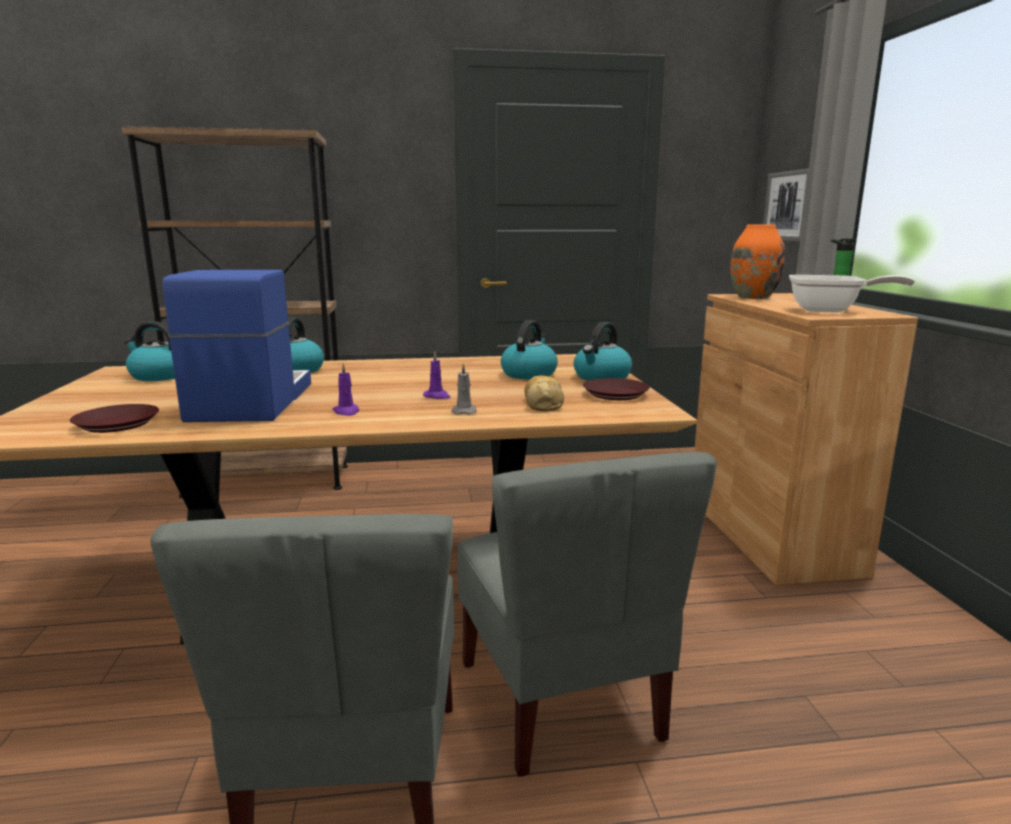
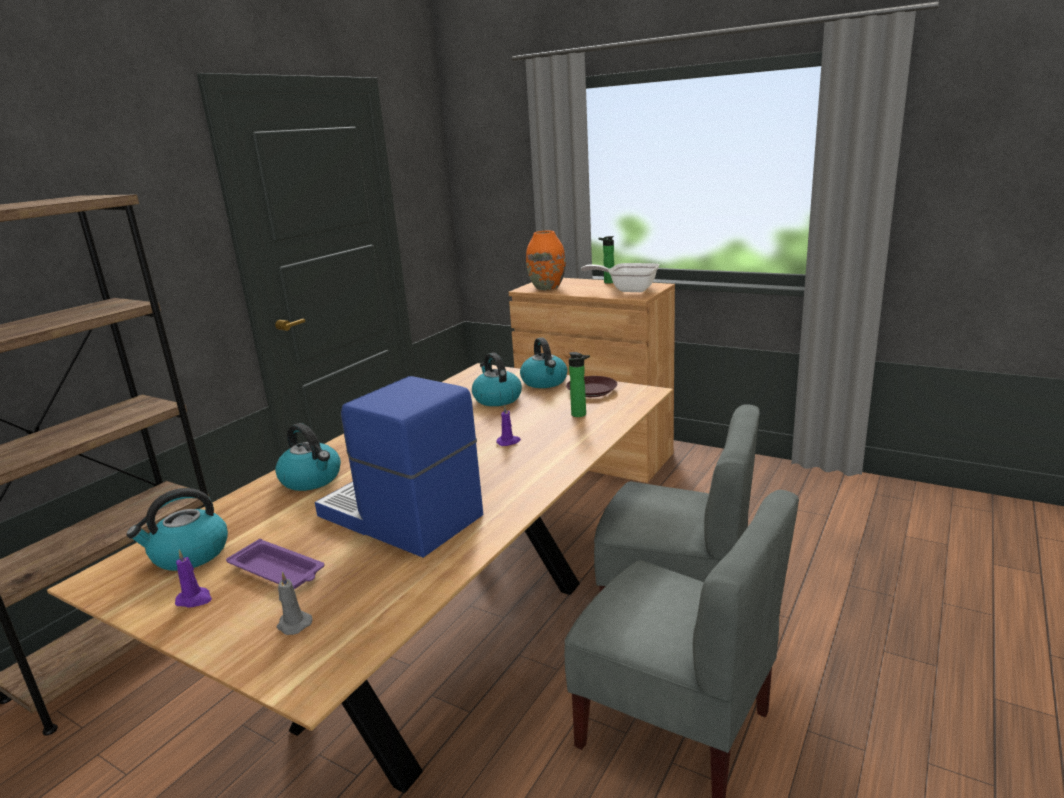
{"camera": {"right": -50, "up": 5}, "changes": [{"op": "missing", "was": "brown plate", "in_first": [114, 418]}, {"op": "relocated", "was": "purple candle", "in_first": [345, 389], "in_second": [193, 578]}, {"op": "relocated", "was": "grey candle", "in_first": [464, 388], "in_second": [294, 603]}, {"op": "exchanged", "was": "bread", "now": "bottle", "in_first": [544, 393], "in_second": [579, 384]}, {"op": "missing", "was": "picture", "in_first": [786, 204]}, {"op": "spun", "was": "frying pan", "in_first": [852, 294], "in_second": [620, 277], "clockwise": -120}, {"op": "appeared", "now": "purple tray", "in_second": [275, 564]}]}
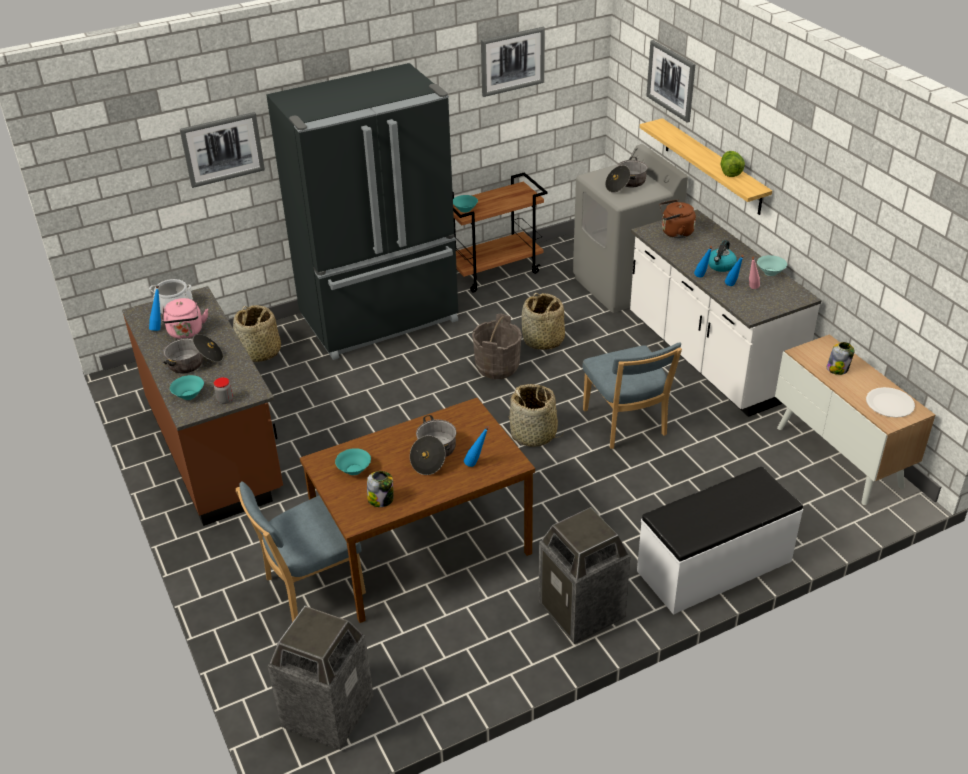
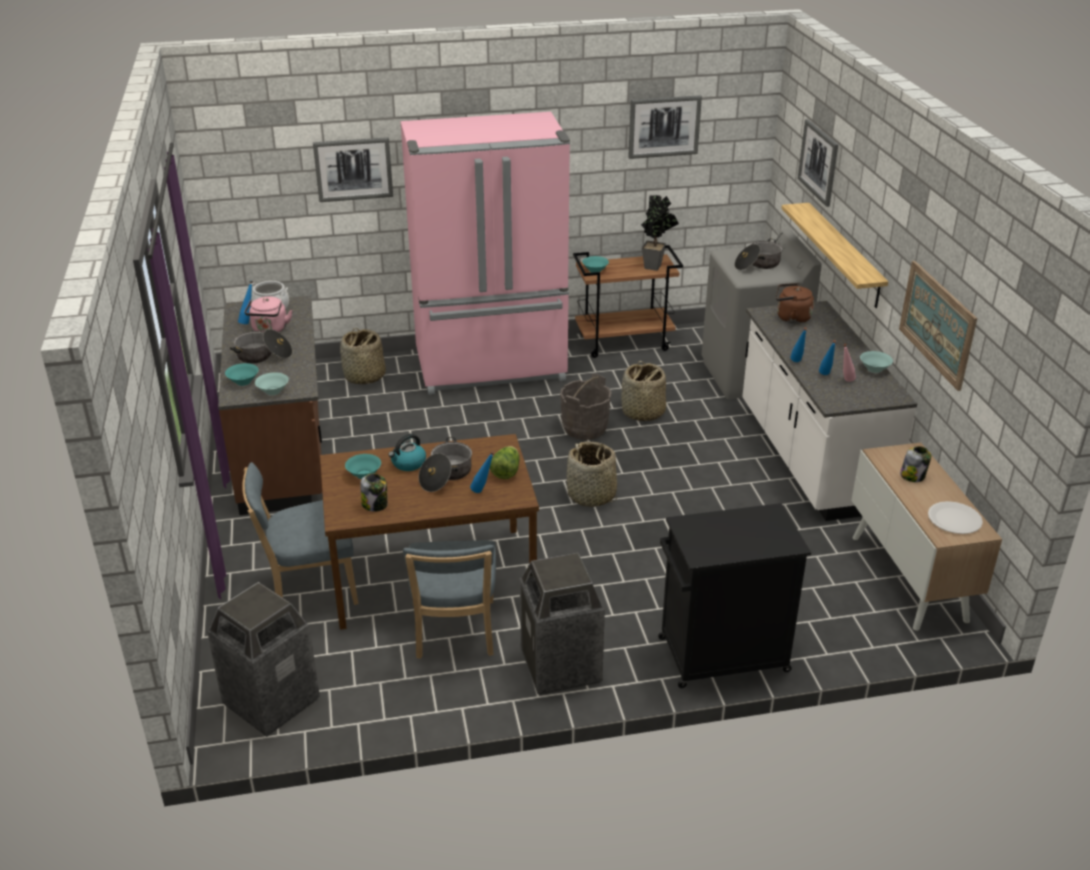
{"camera": {"right": 15, "up": -5}, "changes": [{"op": "exchanged", "was": "jar", "now": "turquoise bowl", "in_first": [223, 390], "in_second": [272, 383]}, {"op": "colour", "was": "black fridge", "now": "pink fridge", "in_first": [362, 211], "in_second": [485, 253]}, {"op": "relocated", "was": "blue chair", "in_first": [632, 395], "in_second": [449, 599]}, {"op": "exchanged", "was": "white bench", "now": "black cabinet", "in_first": [720, 541], "in_second": [734, 595]}, {"op": "relocated", "was": "kettle", "in_first": [722, 256], "in_second": [407, 452]}, {"op": "relocated", "was": "lettuce", "in_first": [733, 164], "in_second": [505, 462]}, {"op": "appeared", "now": "potted plant", "in_second": [660, 233]}, {"op": "appeared", "now": "picture", "in_second": [938, 326]}]}
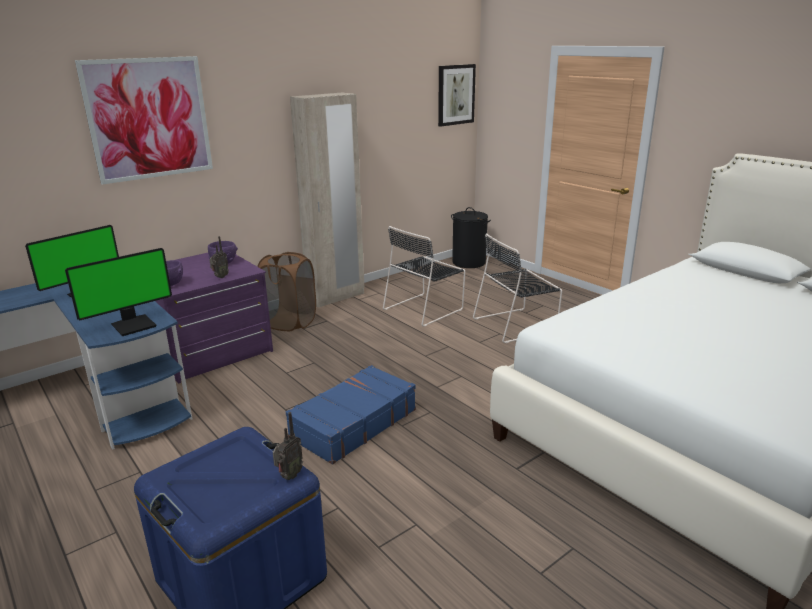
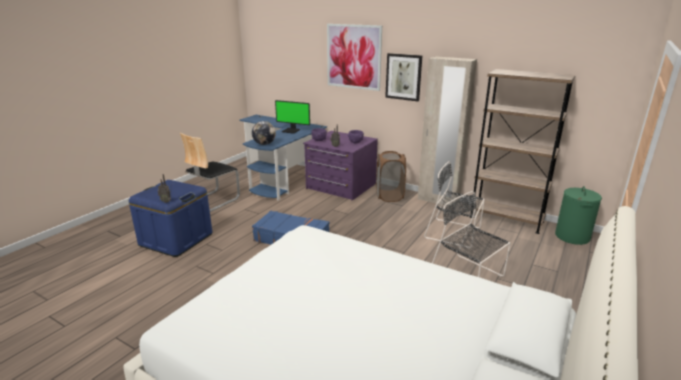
{"camera": {"right": 70, "up": 0}, "changes": [{"op": "exchanged", "was": "monitor", "now": "globe", "in_first": [118, 292], "in_second": [264, 133]}, {"op": "relocated", "was": "picture", "in_first": [457, 95], "in_second": [403, 77]}, {"op": "colour", "was": "black laundry basket", "now": "green laundry basket", "in_first": [471, 237], "in_second": [578, 215]}, {"op": "appeared", "now": "chair", "in_second": [210, 172]}, {"op": "appeared", "now": "brown bookcase", "in_second": [523, 151]}]}
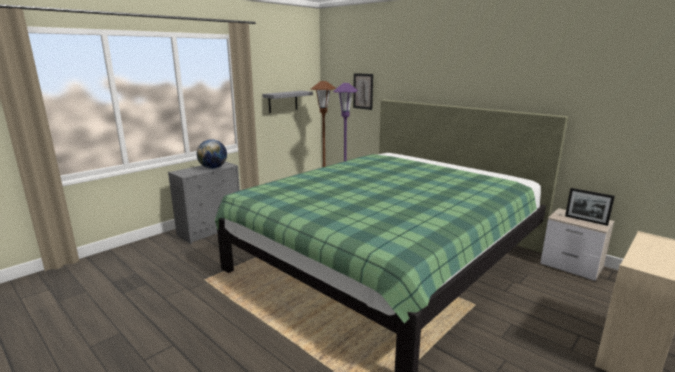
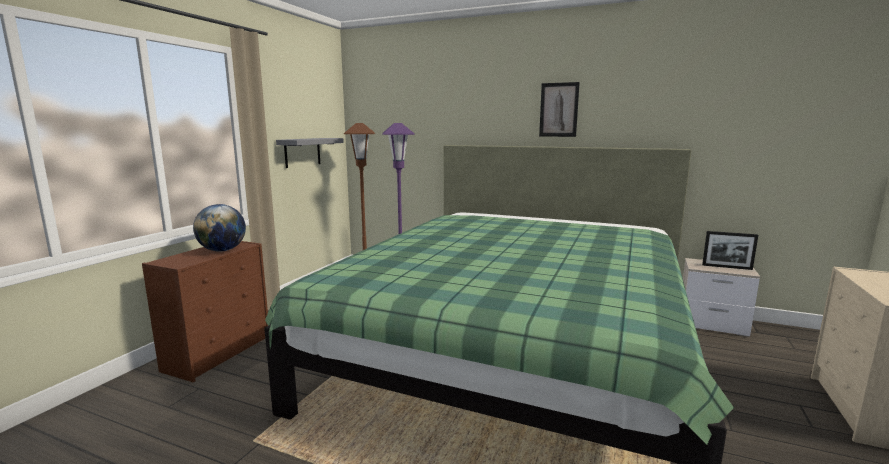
{"camera": {"right": -20, "up": -5}, "changes": [{"op": "colour", "was": "grey dresser", "now": "brown dresser", "in_first": [204, 202], "in_second": [205, 311]}, {"op": "relocated", "was": "picture", "in_first": [363, 91], "in_second": [559, 109]}]}
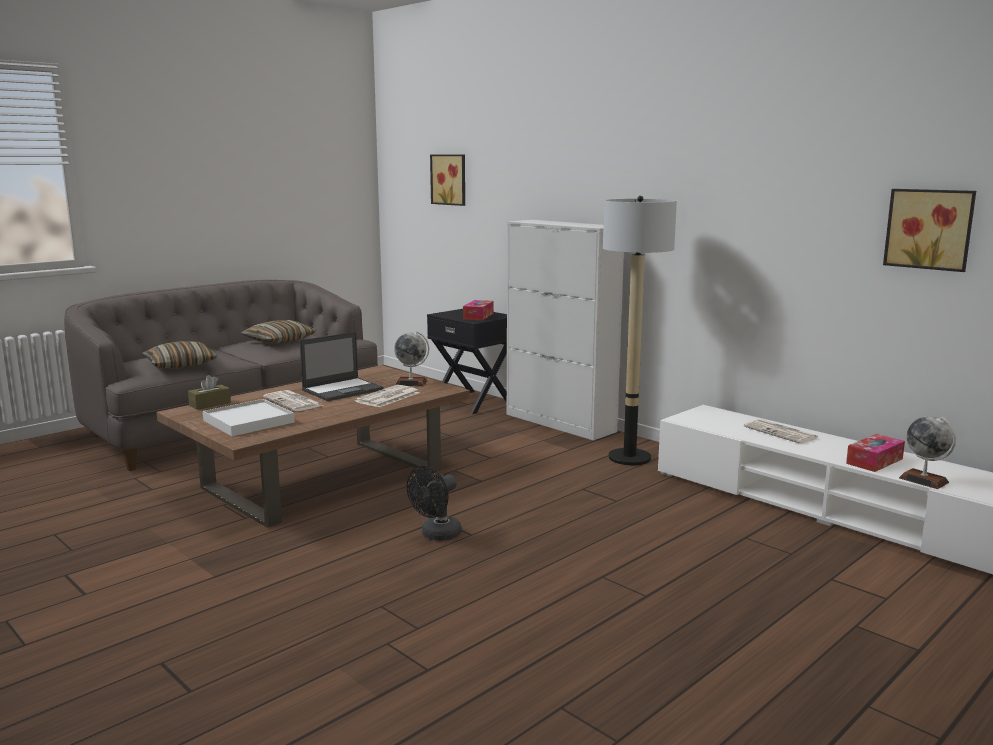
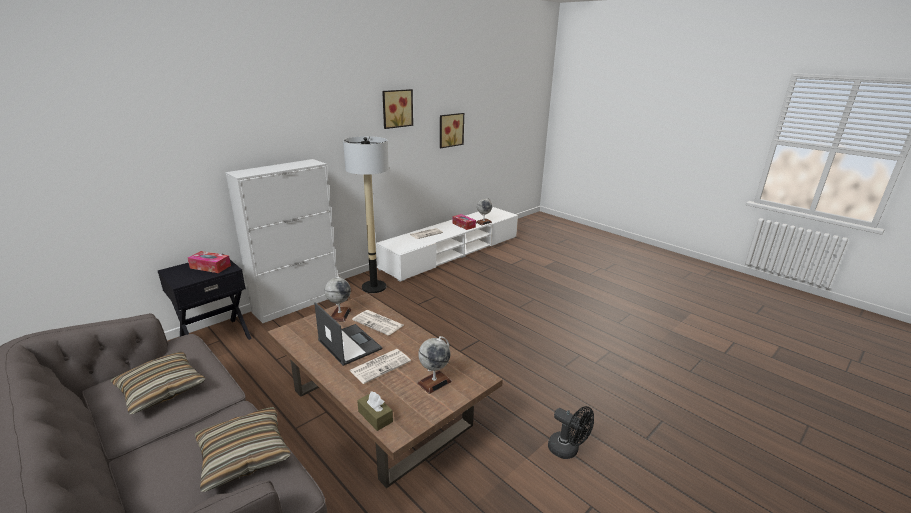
{"camera": {"right": -90, "up": 10}, "changes": [{"op": "exchanged", "was": "white tray", "now": "globe", "in_first": [249, 417], "in_second": [434, 365]}, {"op": "relocated", "was": "black fan", "in_first": [434, 503], "in_second": [571, 432]}, {"op": "relocated", "was": "picture", "in_first": [447, 180], "in_second": [397, 109]}]}
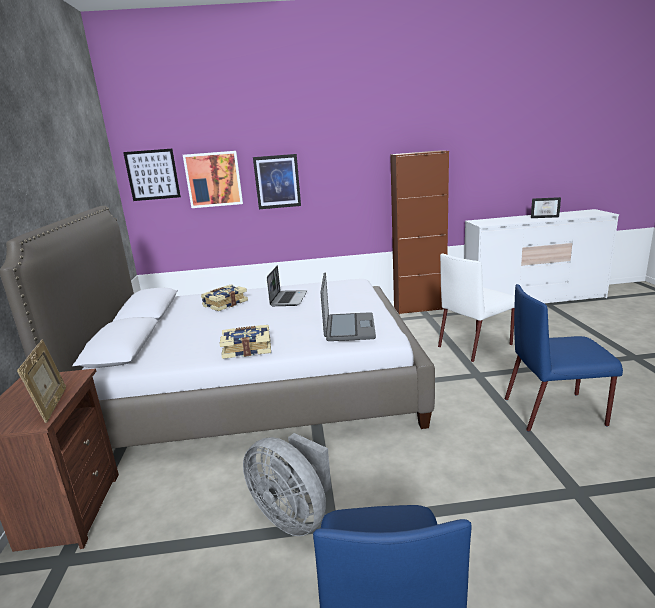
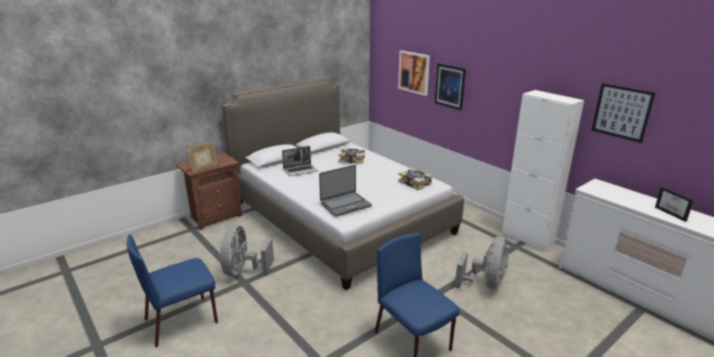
{"camera": {"right": 55, "up": 5}, "changes": [{"op": "relocated", "was": "picture", "in_first": [152, 175], "in_second": [623, 113]}, {"op": "relocated", "was": "book", "in_first": [245, 342], "in_second": [415, 179]}, {"op": "relocated", "was": "laptop", "in_first": [287, 285], "in_second": [300, 161]}, {"op": "colour", "was": "brown cabinet", "now": "white cabinet", "in_first": [419, 232], "in_second": [543, 171]}, {"op": "exchanged", "was": "white chair", "now": "grey fan", "in_first": [476, 307], "in_second": [481, 262]}]}
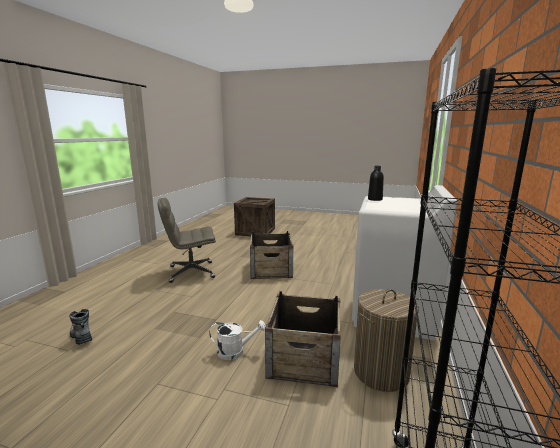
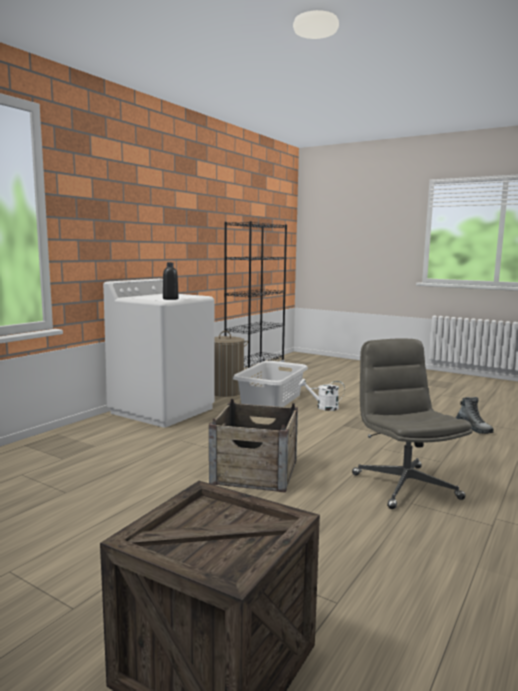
{"camera": {"right": -165, "up": -5}, "changes": [{"op": "spun", "was": "grey office chair", "in_first": [187, 240], "in_second": [412, 423], "clockwise": -105}, {"op": "exchanged", "was": "crate", "now": "grey laundry basket", "in_first": [303, 339], "in_second": [270, 384]}]}
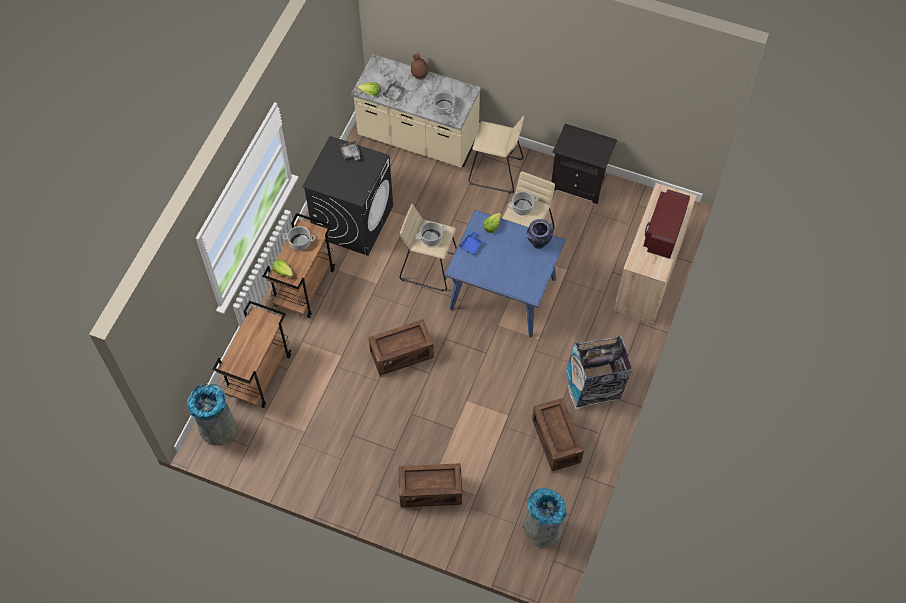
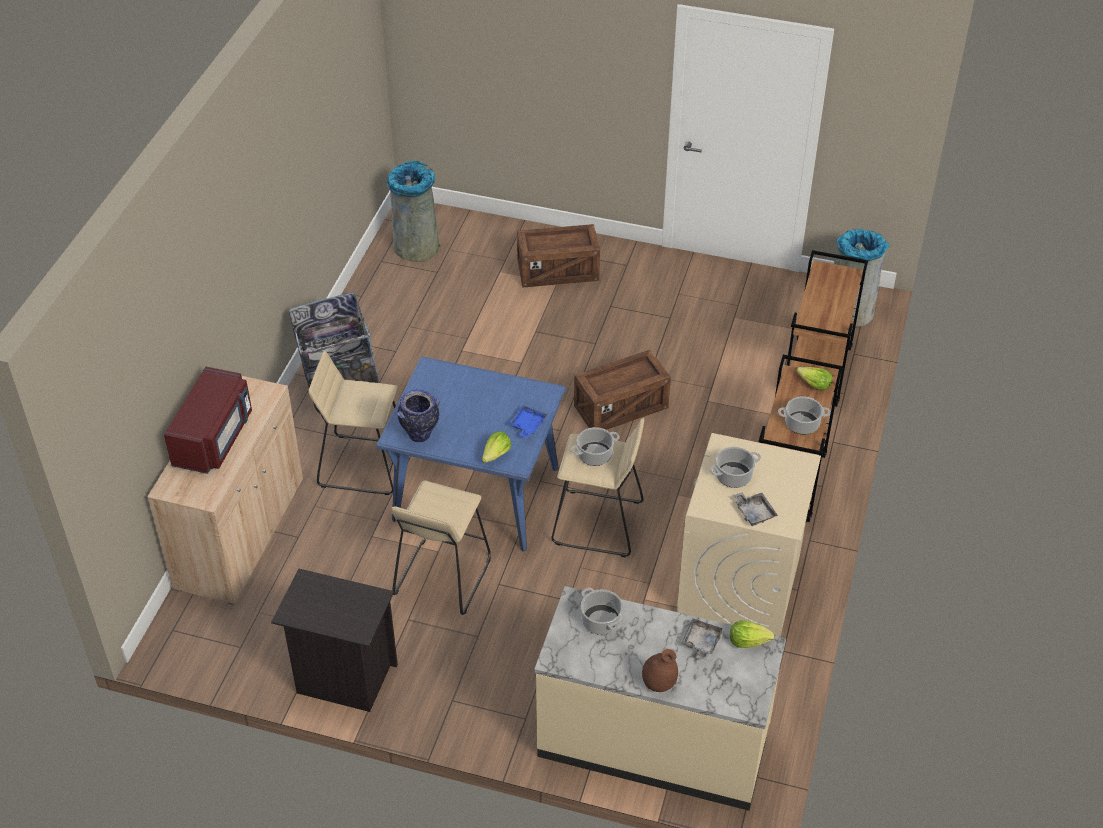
{"camera": {"right": 175, "up": -15}, "changes": [{"op": "colour", "was": "black washing machine", "now": "beige washing machine", "in_first": [347, 196], "in_second": [749, 534]}, {"op": "relocated", "was": "beige stool", "in_first": [496, 155], "in_second": [352, 423]}, {"op": "relocated", "was": "cooking pot", "in_first": [523, 203], "in_second": [735, 467]}, {"op": "missing", "was": "crate", "in_first": [558, 434]}]}
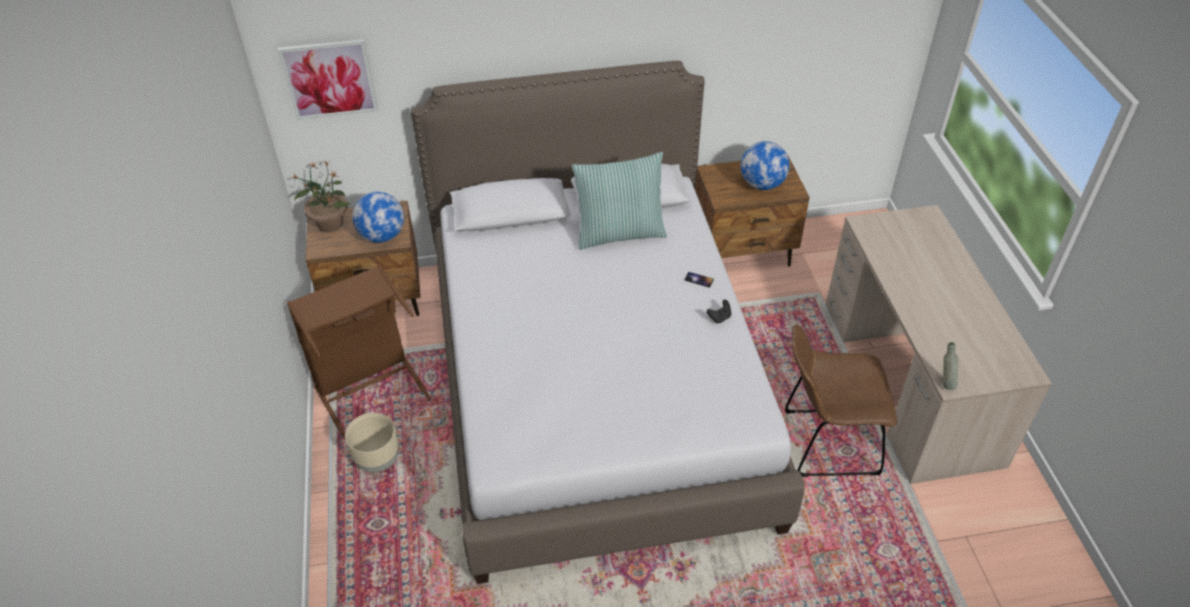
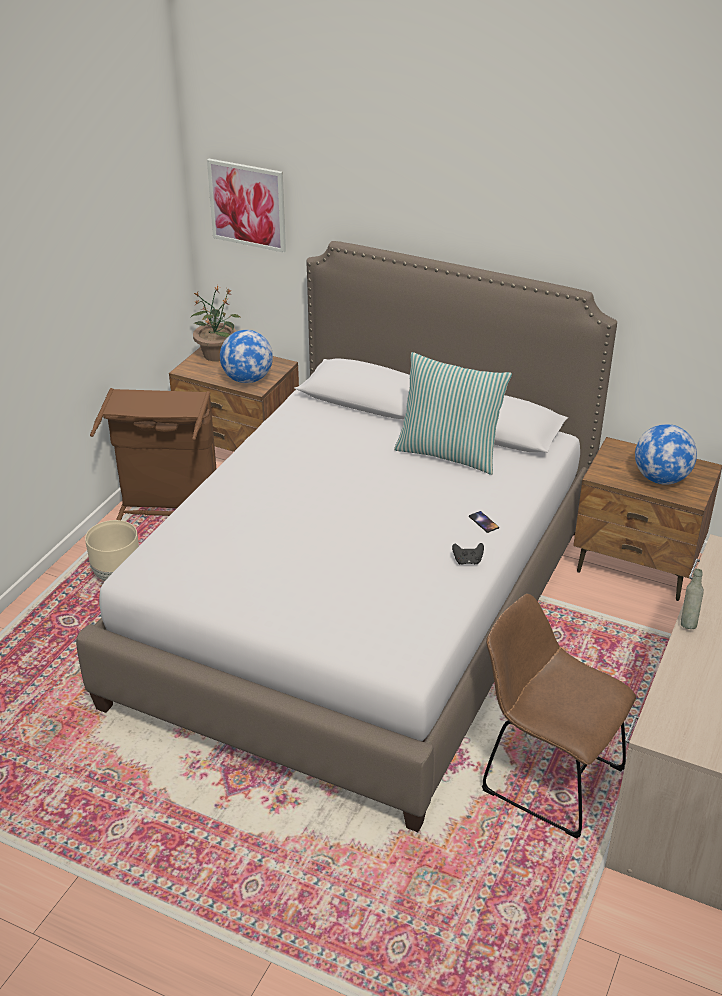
{"camera": {"right": 35, "up": -10}, "changes": [{"op": "relocated", "was": "grey bottle", "in_first": [951, 366], "in_second": [692, 599]}]}
